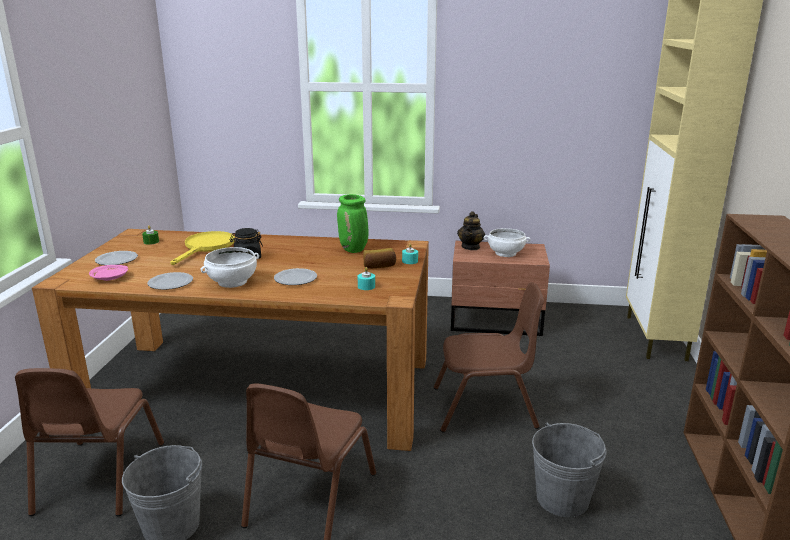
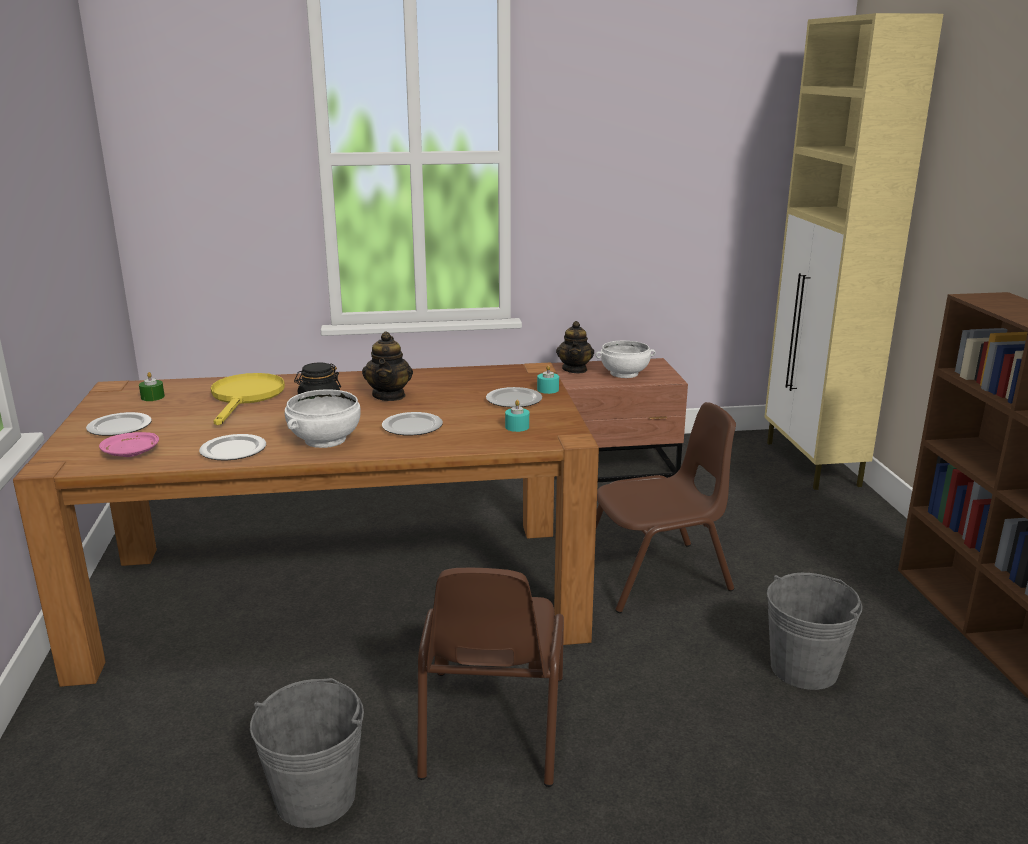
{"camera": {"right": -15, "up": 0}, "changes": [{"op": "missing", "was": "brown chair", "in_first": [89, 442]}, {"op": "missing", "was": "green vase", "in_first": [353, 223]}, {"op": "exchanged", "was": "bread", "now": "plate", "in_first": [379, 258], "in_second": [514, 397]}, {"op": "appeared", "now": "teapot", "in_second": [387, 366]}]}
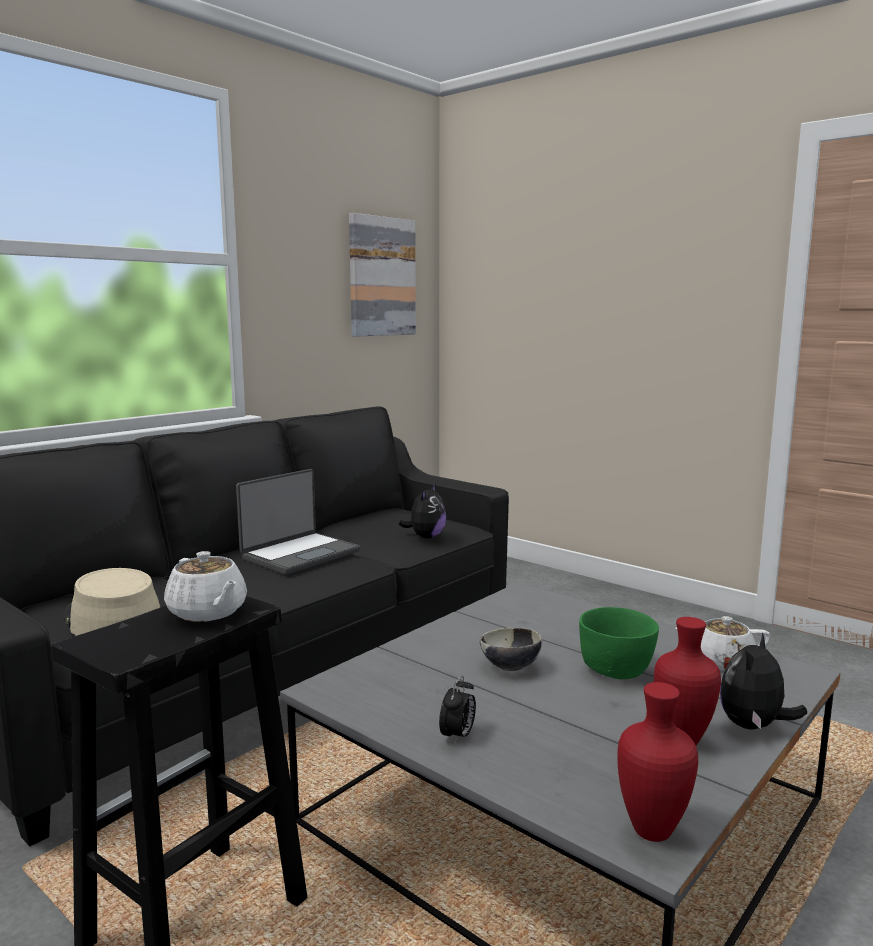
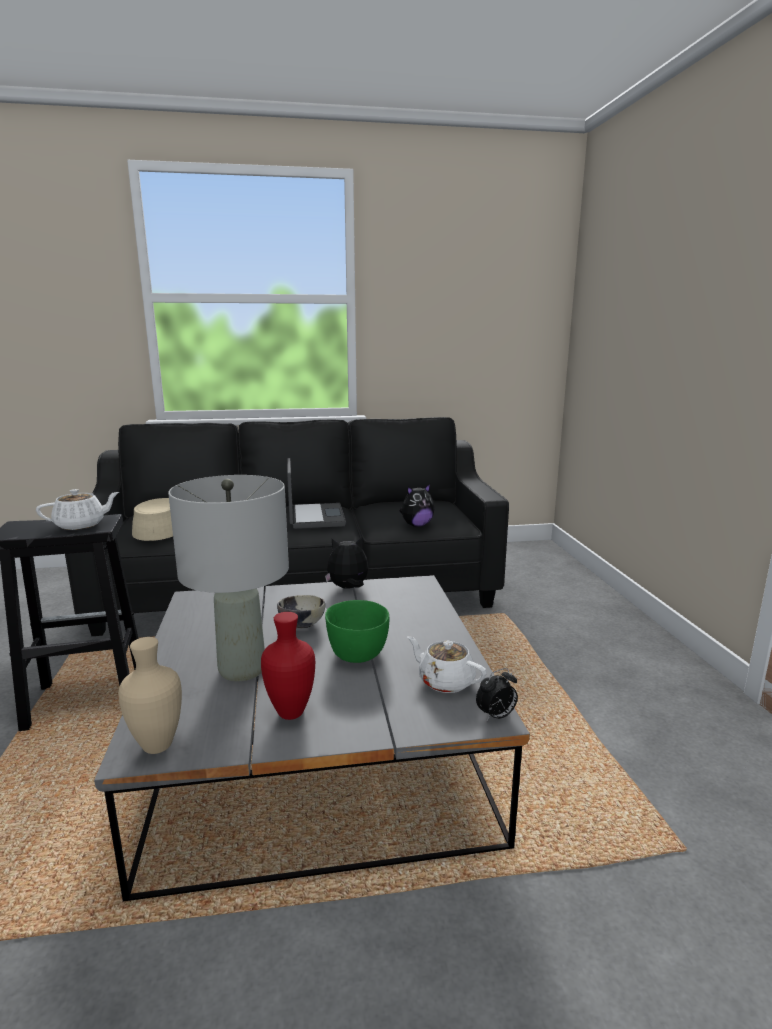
{"camera": {"right": 40, "up": 5}, "changes": [{"op": "spun", "was": "white teapot", "in_first": [205, 586], "in_second": [77, 509], "clockwise": -120}, {"op": "spun", "was": "laptop", "in_first": [298, 521], "in_second": [316, 493], "clockwise": -90}, {"op": "missing", "was": "picture", "in_first": [382, 274]}, {"op": "relocated", "was": "alarm clock", "in_first": [457, 710], "in_second": [497, 694]}, {"op": "colour", "was": "red vase", "now": "beige vase", "in_first": [657, 762], "in_second": [150, 695]}, {"op": "relocated", "was": "plush toy", "in_first": [763, 680], "in_second": [346, 562]}, {"op": "appeared", "now": "grey table lamp", "in_second": [228, 578]}]}
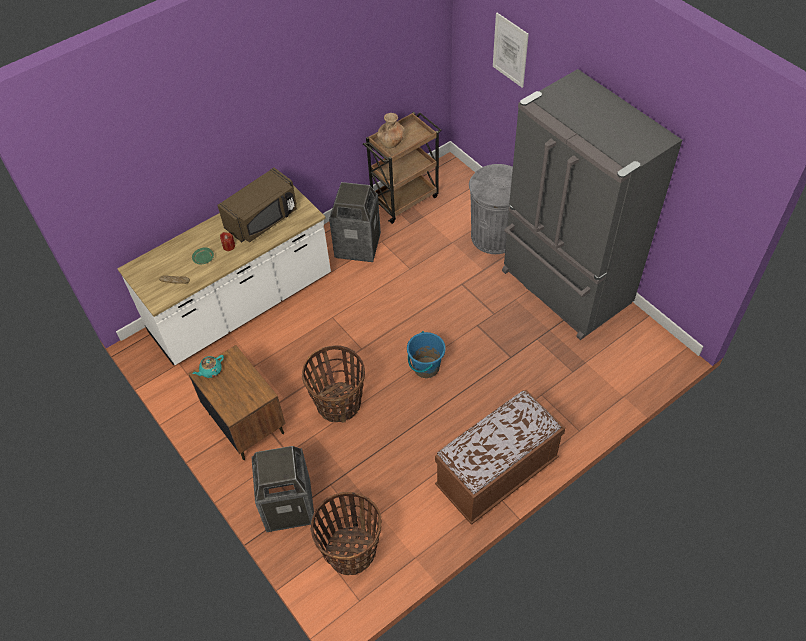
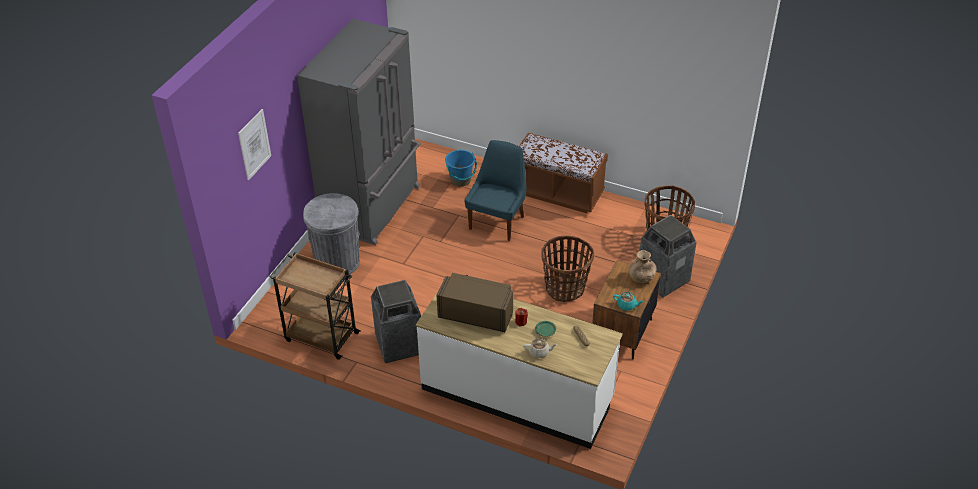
{"camera": {"right": -120, "up": -10}, "changes": [{"op": "relocated", "was": "brown vase", "in_first": [391, 130], "in_second": [642, 266]}, {"op": "relocated", "was": "blue bucket", "in_first": [426, 354], "in_second": [461, 168]}, {"op": "appeared", "now": "blue chair", "in_second": [495, 190]}, {"op": "appeared", "now": "beige teapot", "in_second": [540, 348]}]}
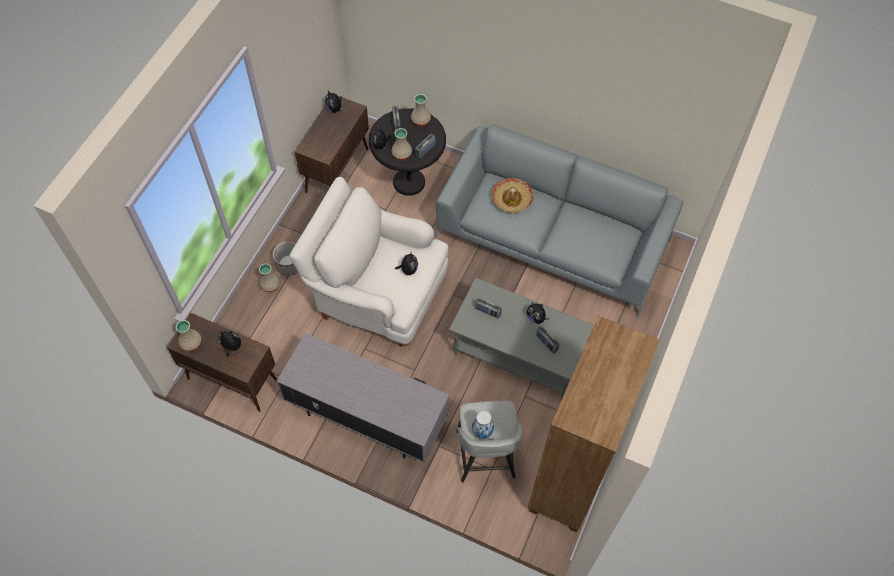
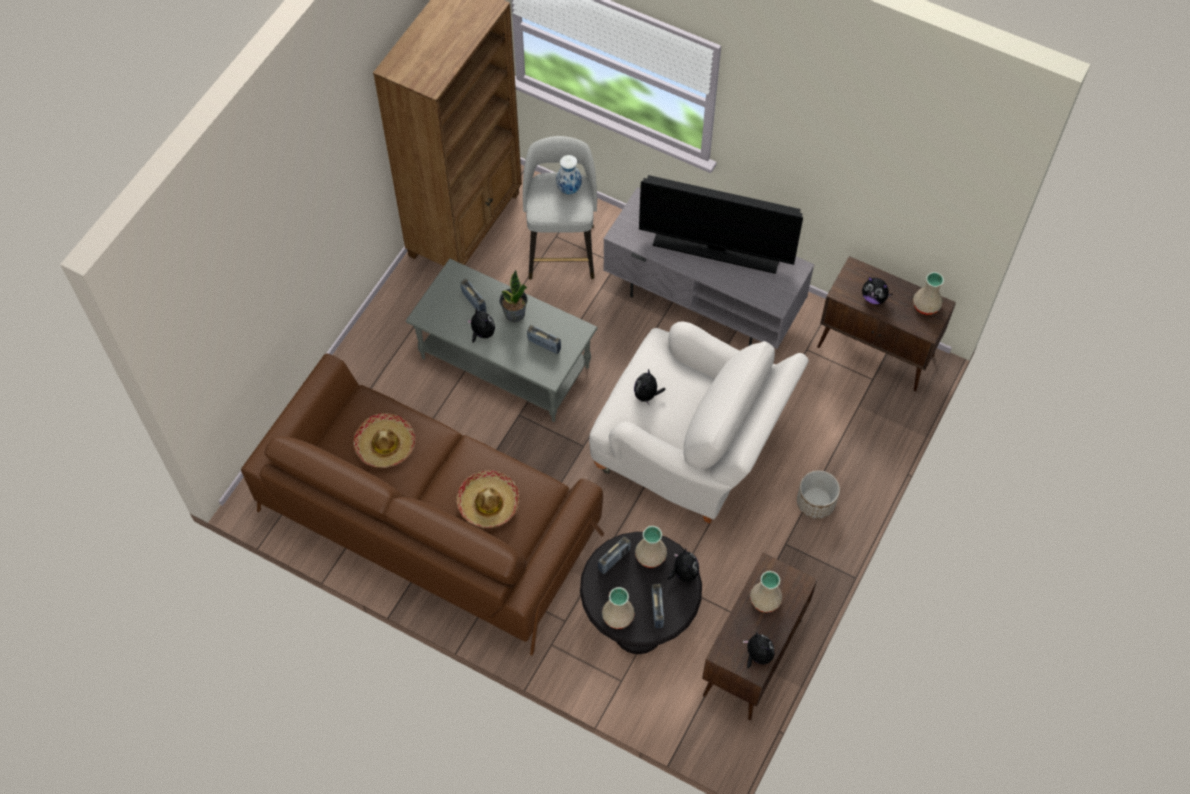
{"camera": {"right": -175, "up": 0}, "changes": [{"op": "relocated", "was": "beige vase", "in_first": [269, 277], "in_second": [766, 592]}, {"op": "colour", "was": "grey sofa", "now": "brown sofa", "in_first": [559, 221], "in_second": [422, 504]}, {"op": "appeared", "now": "hat", "in_second": [384, 440]}, {"op": "appeared", "now": "potted plant", "in_second": [513, 296]}, {"op": "appeared", "now": "television", "in_second": [721, 224]}]}
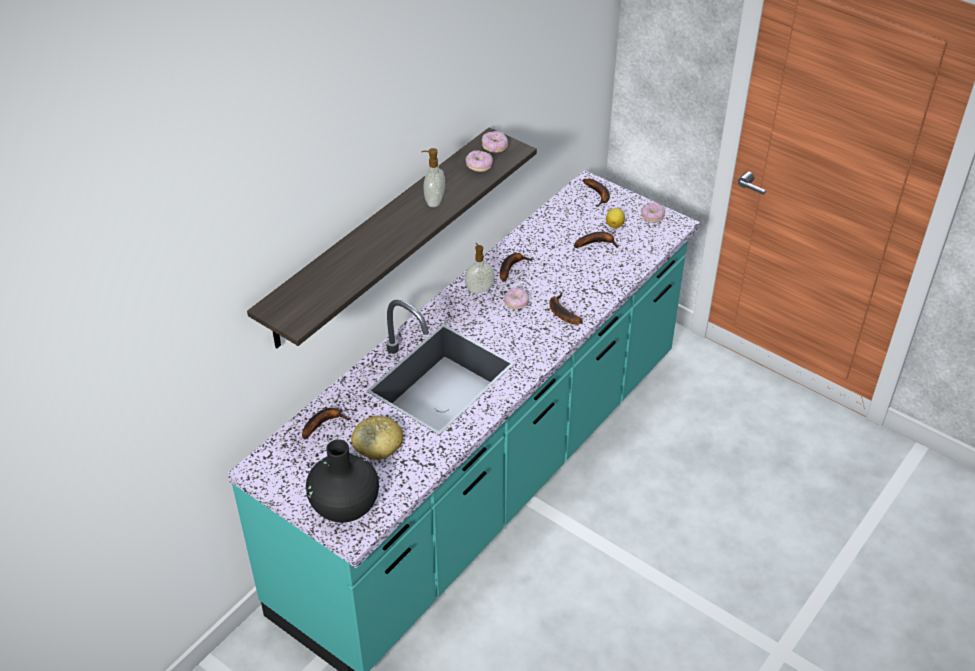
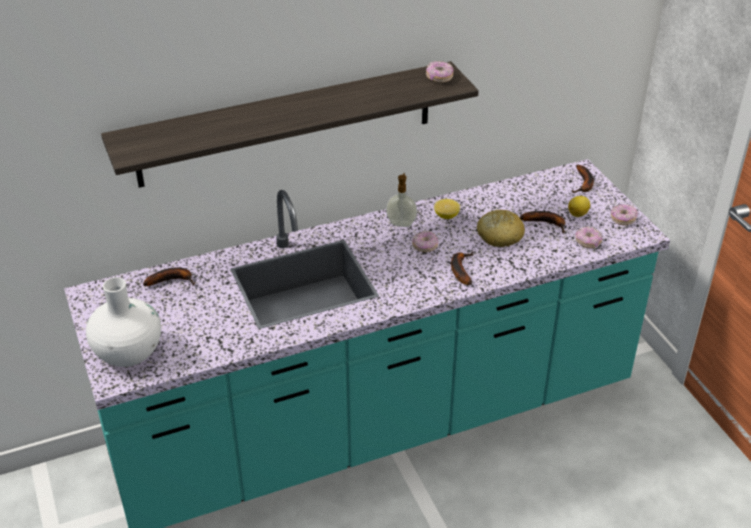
{"camera": {"right": 30, "up": -5}, "changes": [{"op": "colour", "was": "black vase", "now": "white vase", "in_first": [342, 481], "in_second": [123, 322]}, {"op": "relocated", "was": "bread", "in_first": [377, 438], "in_second": [501, 228]}, {"op": "missing", "was": "soap dispenser", "in_first": [433, 177]}, {"op": "relocated", "was": "donut", "in_first": [479, 161], "in_second": [589, 237]}, {"op": "exchanged", "was": "banana", "now": "lemon", "in_first": [516, 267], "in_second": [447, 209]}]}
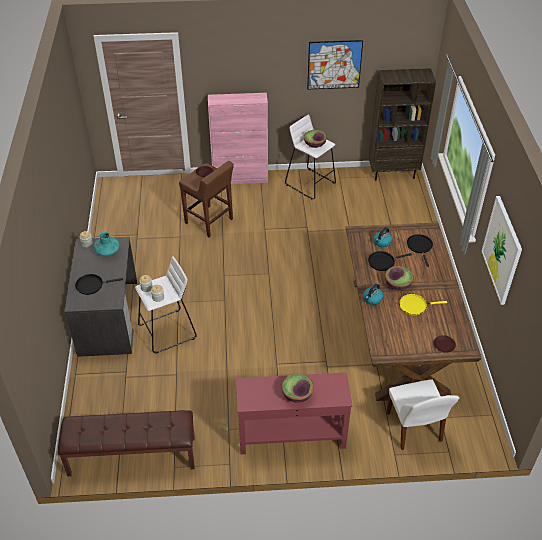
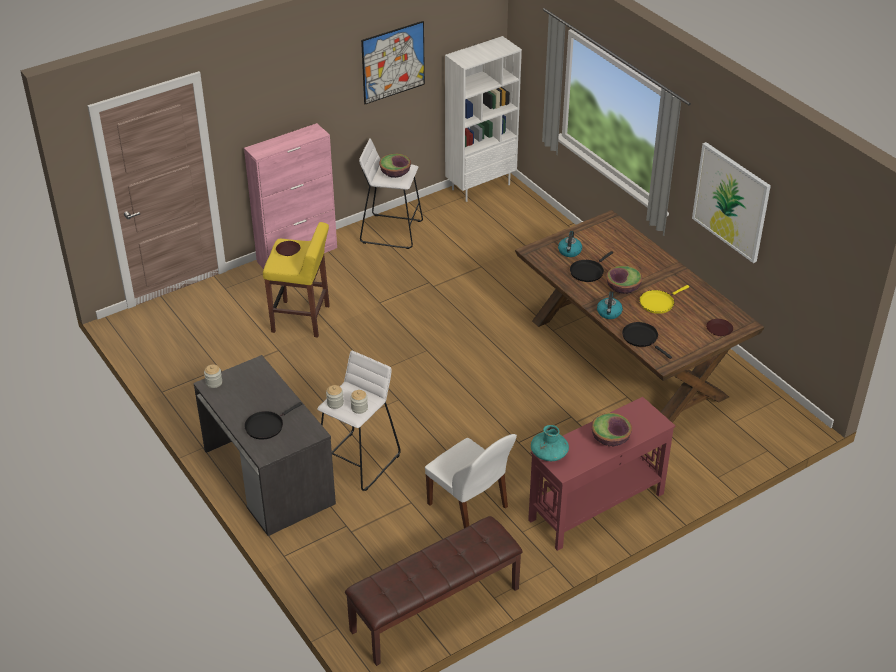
{"camera": {"right": -30, "up": -5}, "changes": [{"op": "relocated", "was": "turquoise vase", "in_first": [106, 244], "in_second": [550, 443]}, {"op": "colour", "was": "brown stool", "now": "yellow stool", "in_first": [206, 199], "in_second": [296, 279]}, {"op": "colour", "was": "brown bookcase", "now": "white bookcase", "in_first": [402, 124], "in_second": [483, 119]}, {"op": "relocated", "was": "white chair", "in_first": [422, 415], "in_second": [471, 481]}, {"op": "relocated", "was": "black frying pan", "in_first": [420, 250], "in_second": [647, 340]}]}
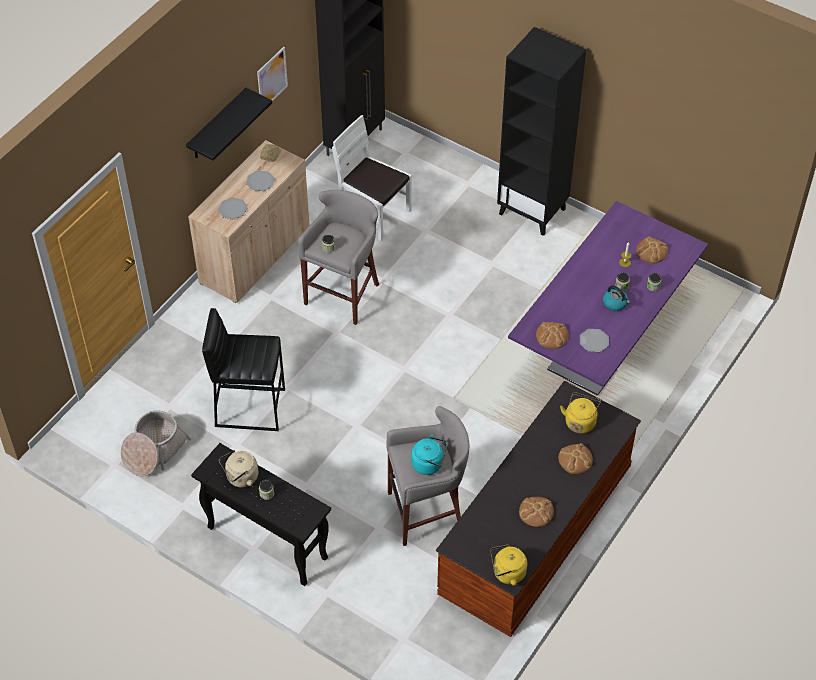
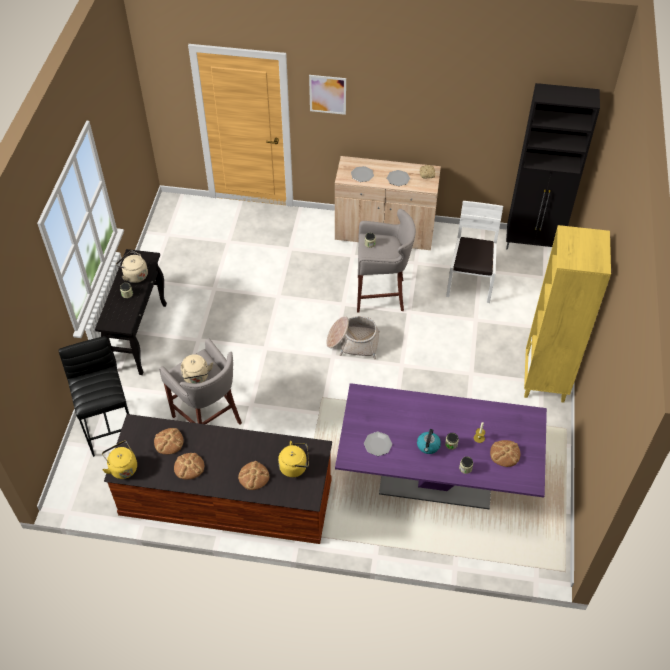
{"camera": {"right": 65, "up": 0}, "changes": [{"op": "relocated", "was": "basket", "in_first": [156, 443], "in_second": [353, 338]}, {"op": "missing", "was": "black shelf", "in_first": [229, 124]}, {"op": "relocated", "was": "black stool", "in_first": [243, 369], "in_second": [94, 396]}, {"op": "relocated", "was": "picture", "in_first": [272, 74], "in_second": [327, 95]}, {"op": "colour", "was": "turquoise kettle", "now": "beige kettle", "in_first": [429, 454], "in_second": [197, 369]}, {"op": "colour", "was": "black bookcase", "now": "yellow bookcase", "in_first": [541, 131], "in_second": [567, 313]}, {"op": "relocated", "was": "bread", "in_first": [552, 335], "in_second": [169, 441]}]}
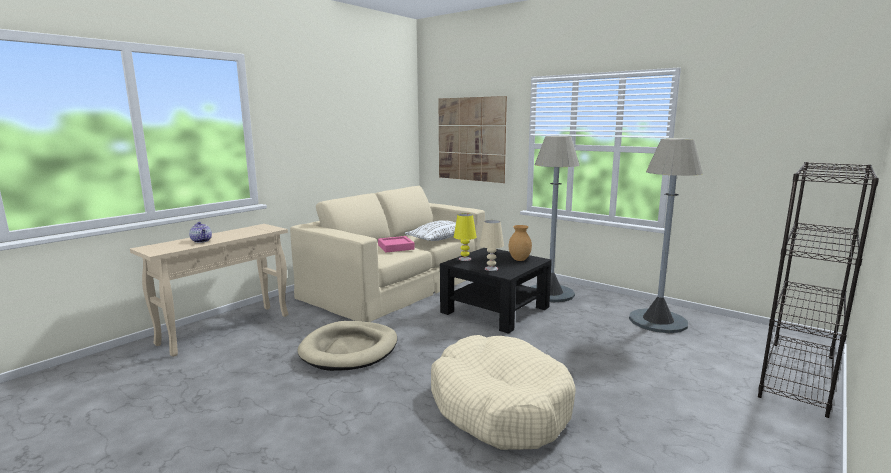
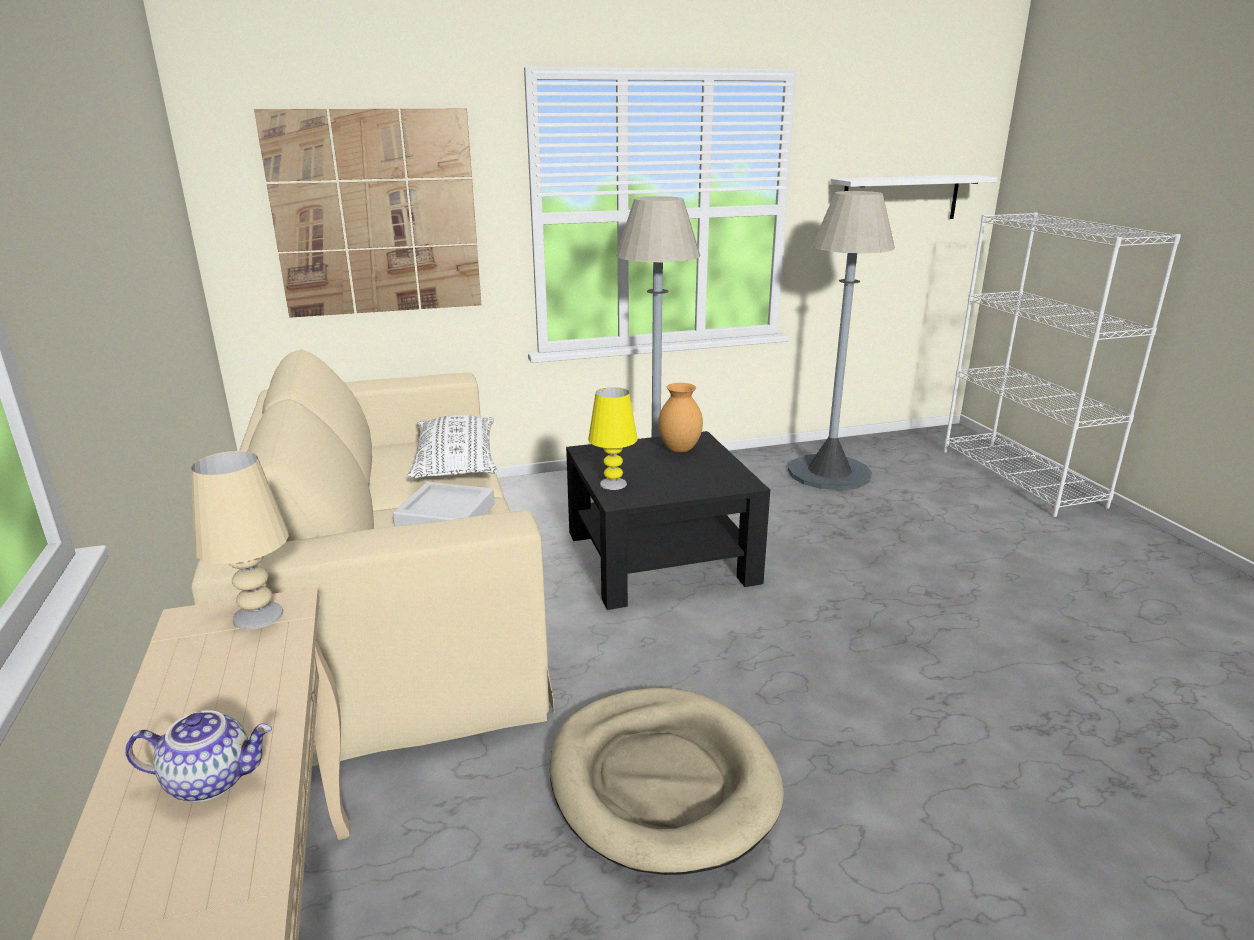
{"camera": {"right": -55, "up": 10}, "changes": [{"op": "colour", "was": "pink tray", "now": "grey tray", "in_first": [396, 244], "in_second": [443, 504]}, {"op": "missing", "was": "beige dog bed", "in_first": [503, 392]}, {"op": "relocated", "was": "beige table lamp", "in_first": [492, 245], "in_second": [240, 540]}, {"op": "colour", "was": "black bookcase", "now": "white bookcase", "in_first": [818, 290], "in_second": [1062, 364]}, {"op": "appeared", "now": "white shelf", "in_second": [914, 197]}]}
